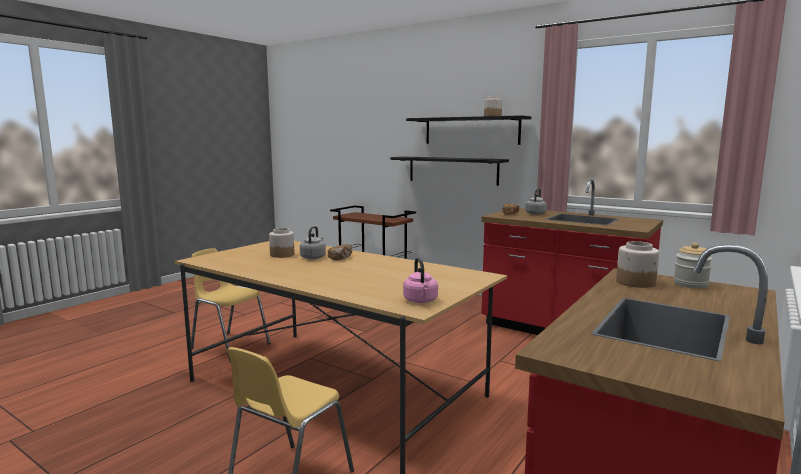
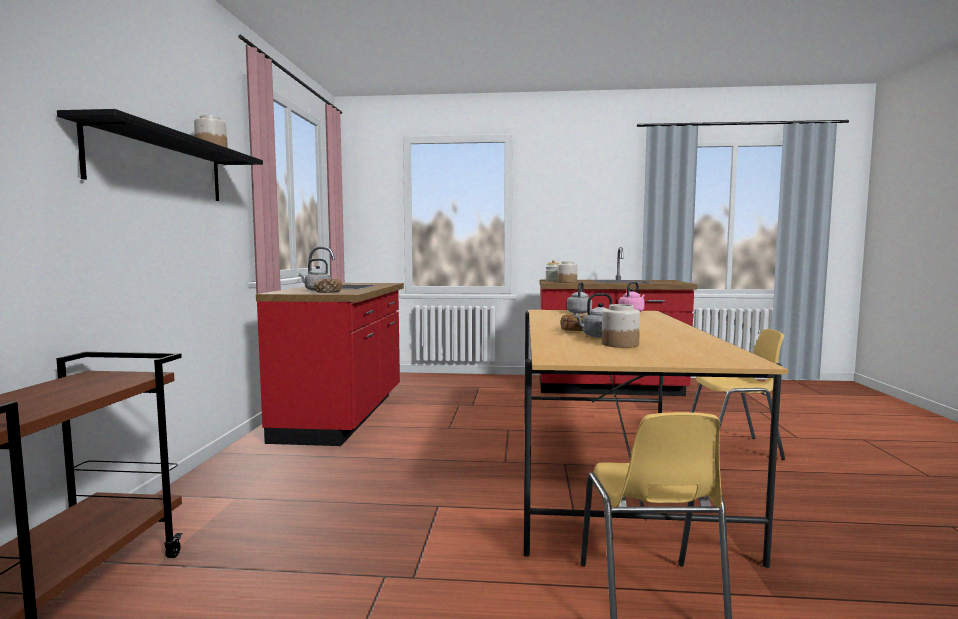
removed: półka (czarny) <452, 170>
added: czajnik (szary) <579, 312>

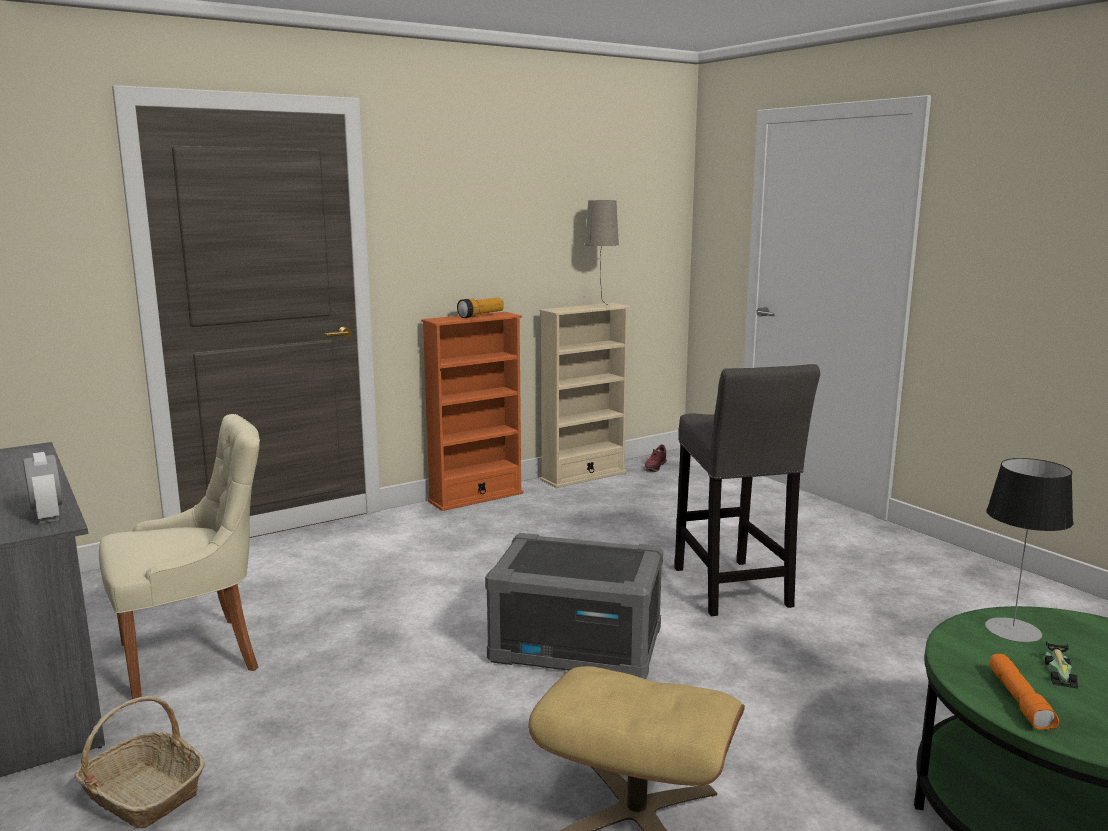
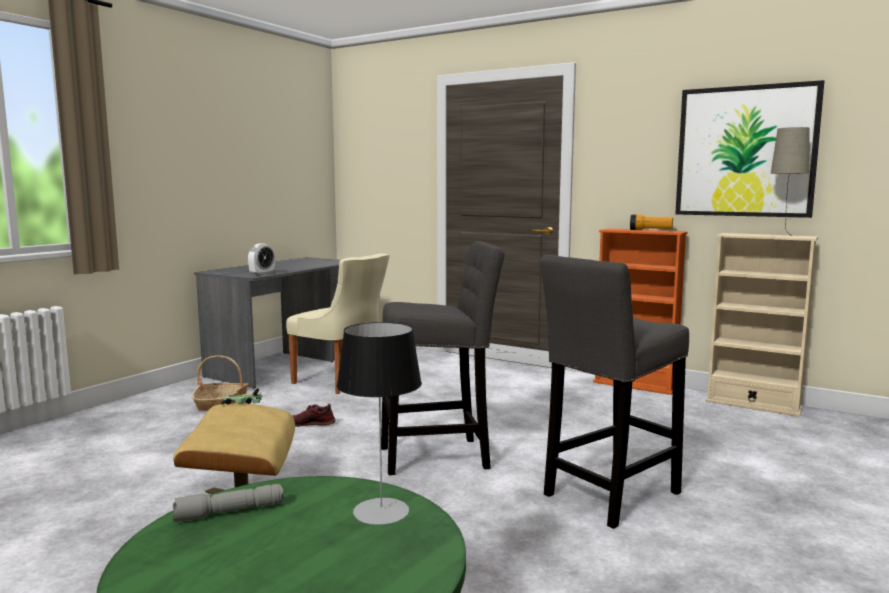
added: obraz <745, 151>
moved: samochodzik <1059, 671> to <242, 402>; but <654, 466> to <311, 423>
replaced: pojemnik do przechowywania (szary) <577, 645> to stołek (szary) <440, 457>
recoloured: latarka (pomarańczowy) <1020, 701> to latarka (szary) <228, 513>

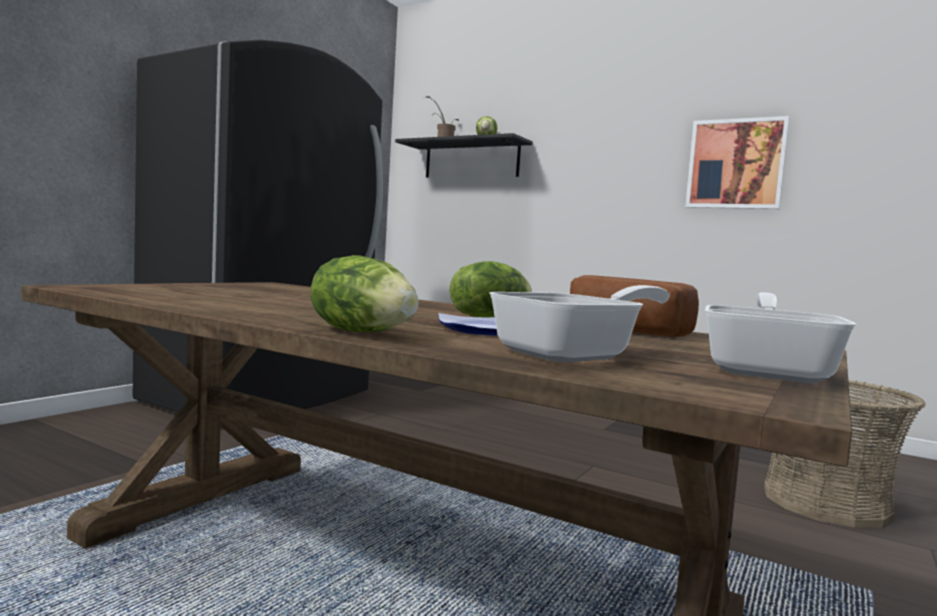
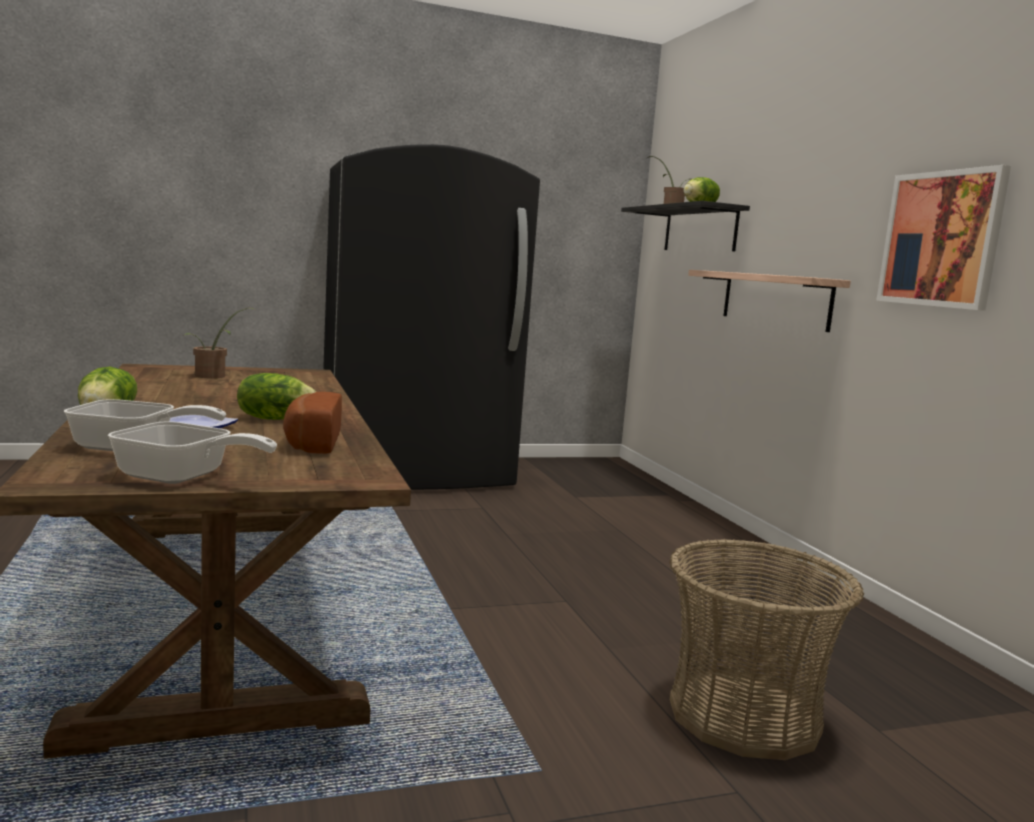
added: roślina doniczkowa <214, 376>; półka <775, 299>
turned: patelnia <768, 370> = <182, 477> 45 degrees clockwise

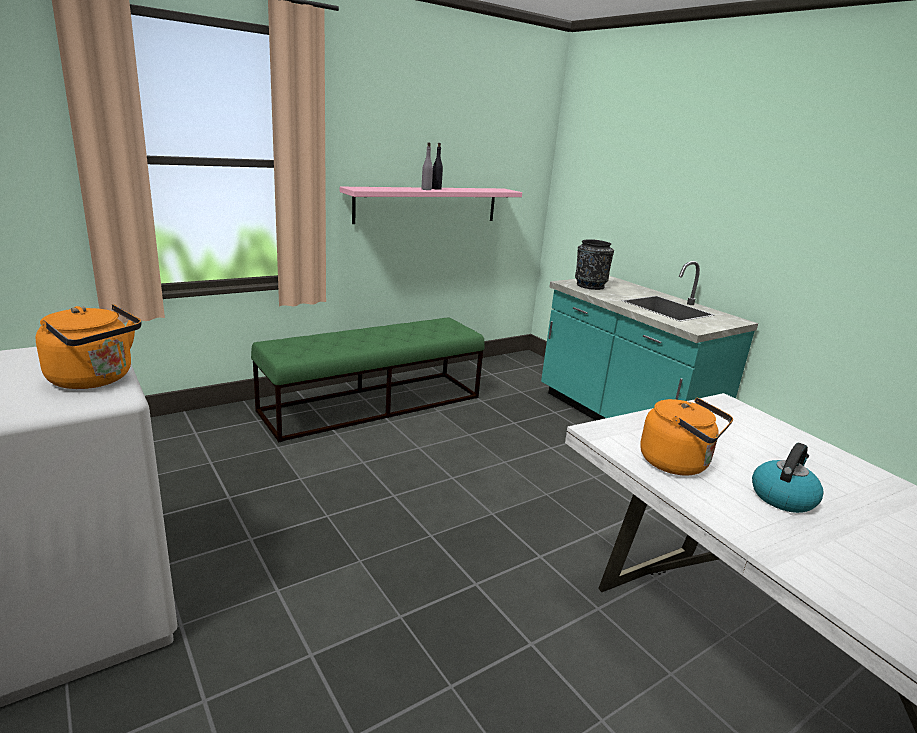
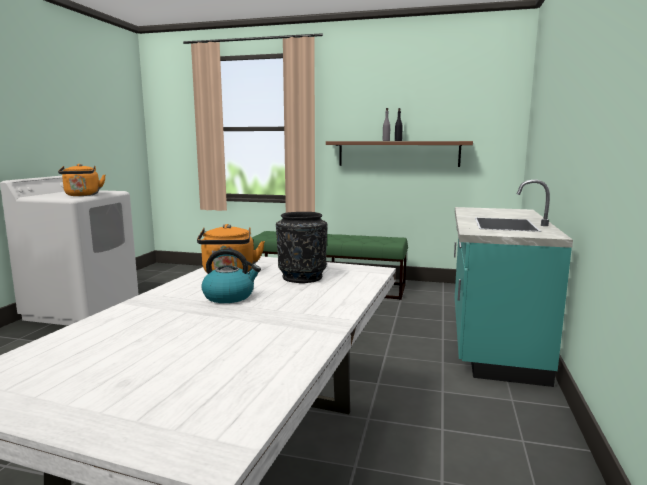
moved: wazon (czarny) <589, 286> to <302, 277>
recoloured: półka (różowy) <428, 205> to półka (brązowy) <398, 153>

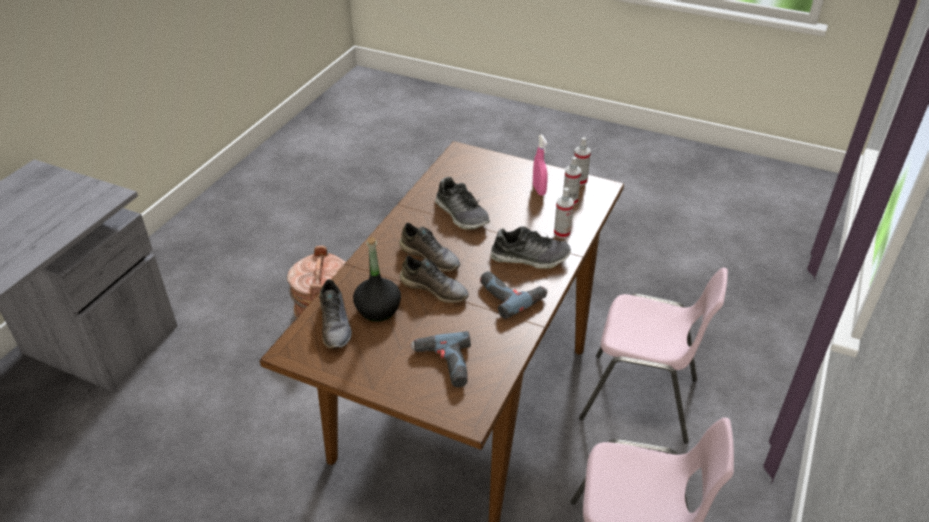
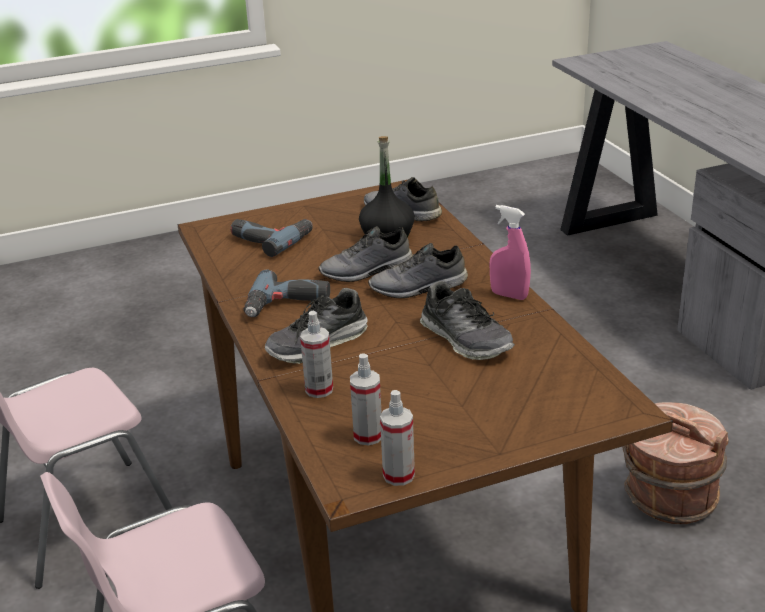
moved: spryskiwacz (różowy) <539, 190> to <509, 295>
turned: but <462, 214> = <465, 339> 135 degrees counterclockwise

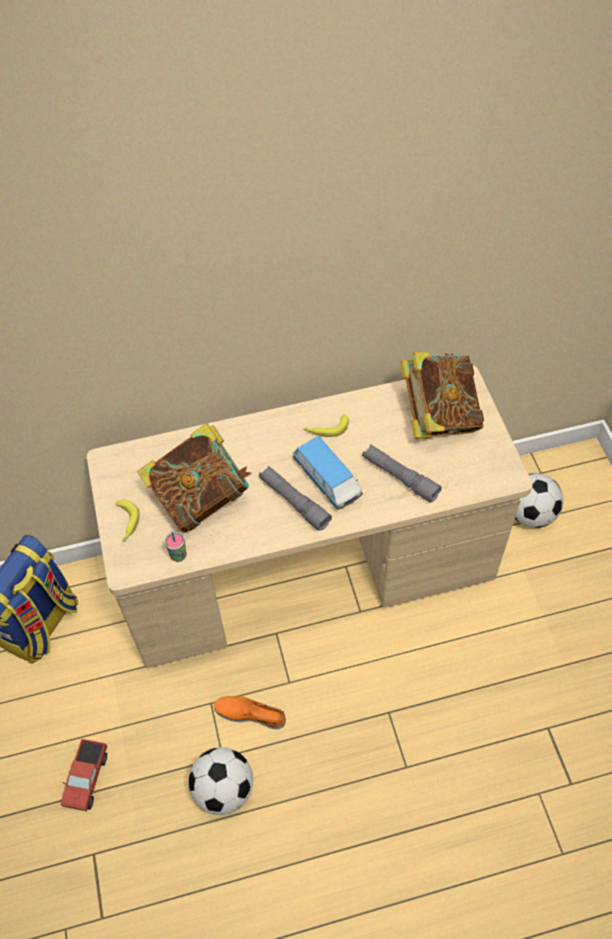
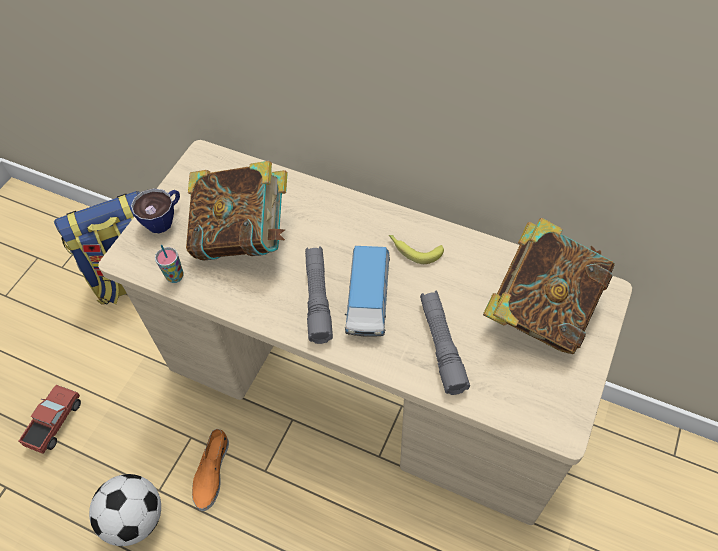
removed: piłka futbolowa <530, 514>
replaced: banan <126, 523> to filiżanka <164, 219>
turned: ciężarówka zabawkowa <87, 778> = <55, 423> 150 degrees clockwise; but (pomarańczowy) <250, 713> = <211, 472> 135 degrees counterclockwise

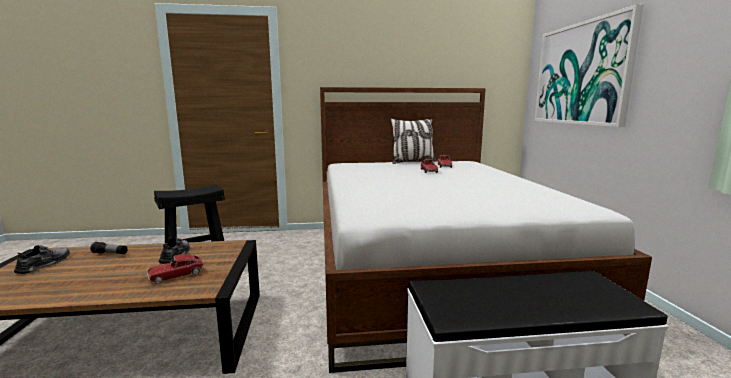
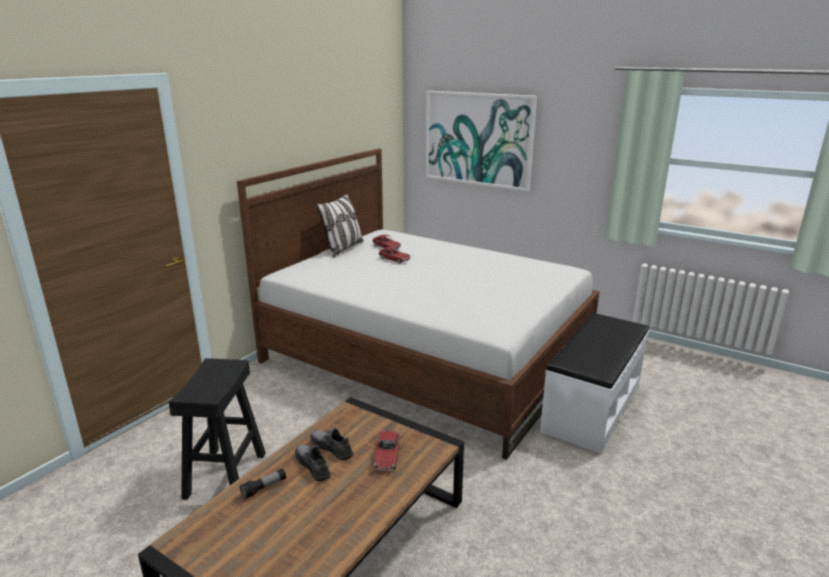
moved: but (szary) <45, 264> to <313, 465>

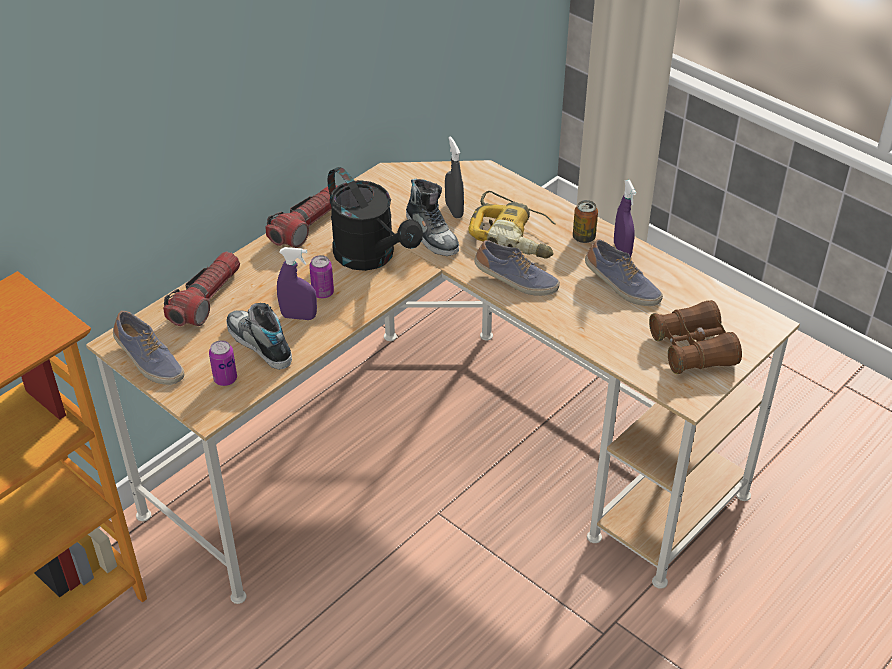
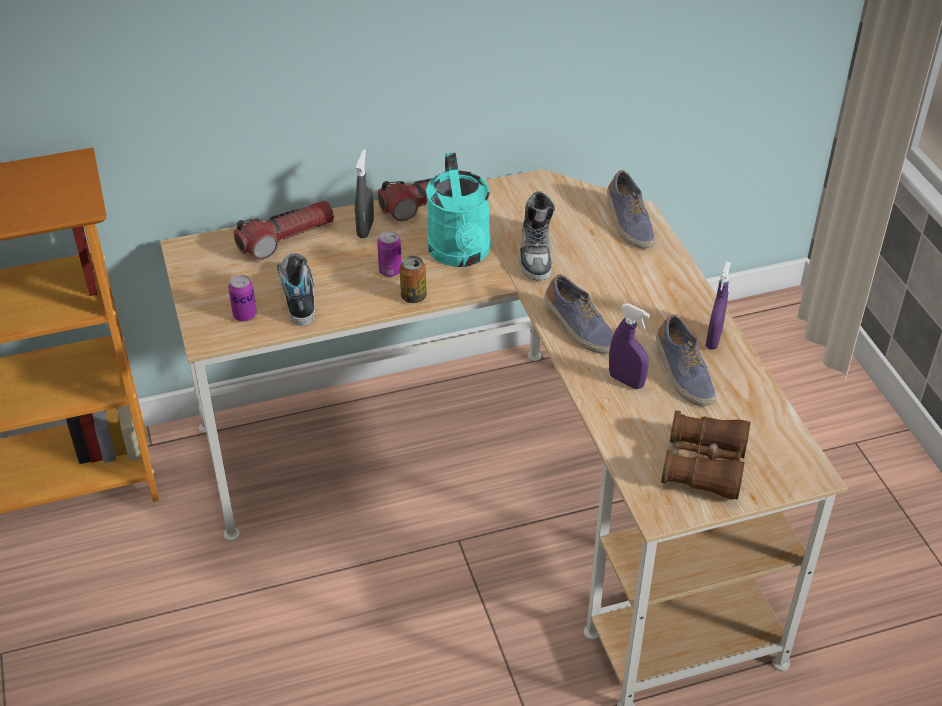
removed: wiertarka <515, 235>
moved: spryskiwacz (szary) <454, 210> to <365, 229>; puszka <583, 237> to <413, 297>; but <148, 361> to <628, 223>; spryskiwacz (fioletowy) <299, 316> to <626, 381>
recoloured: konewka (czarny) <371, 257> to konewka (turkusowy) <461, 254>

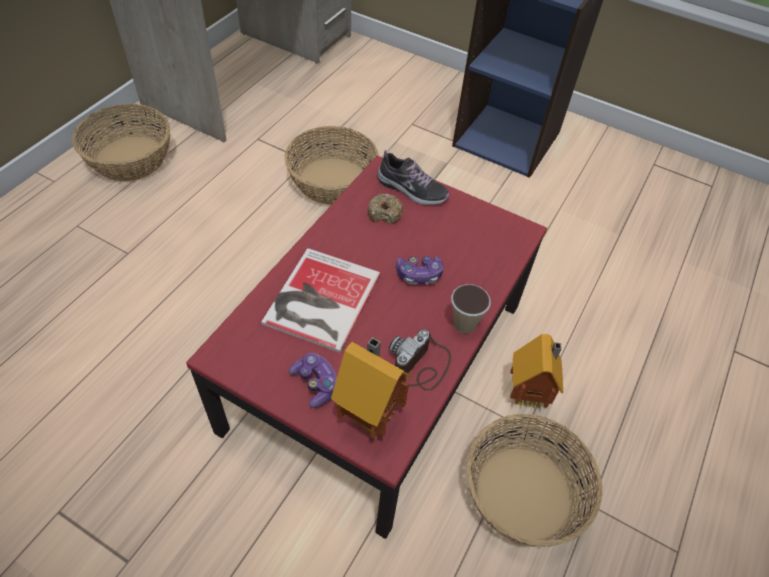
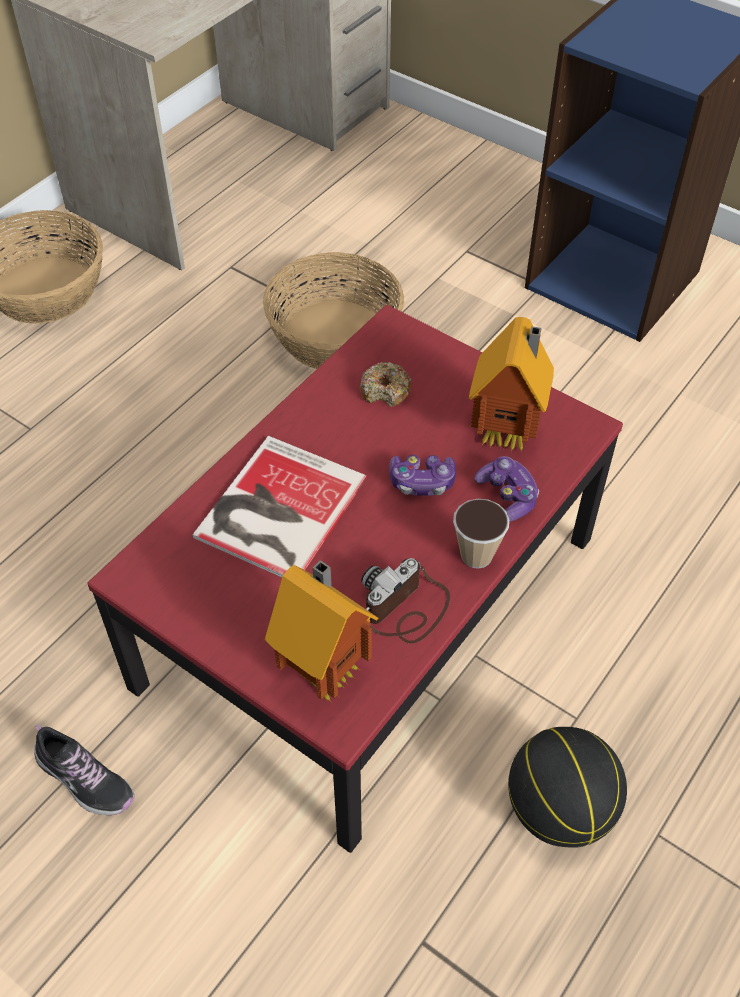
moved: but <412, 189> to <85, 779>; domek <528, 396> to <508, 435>; pad do gier <316, 384> to <507, 496>
replaced: koszyk <523, 493> to piłka do koszykówki <558, 809>

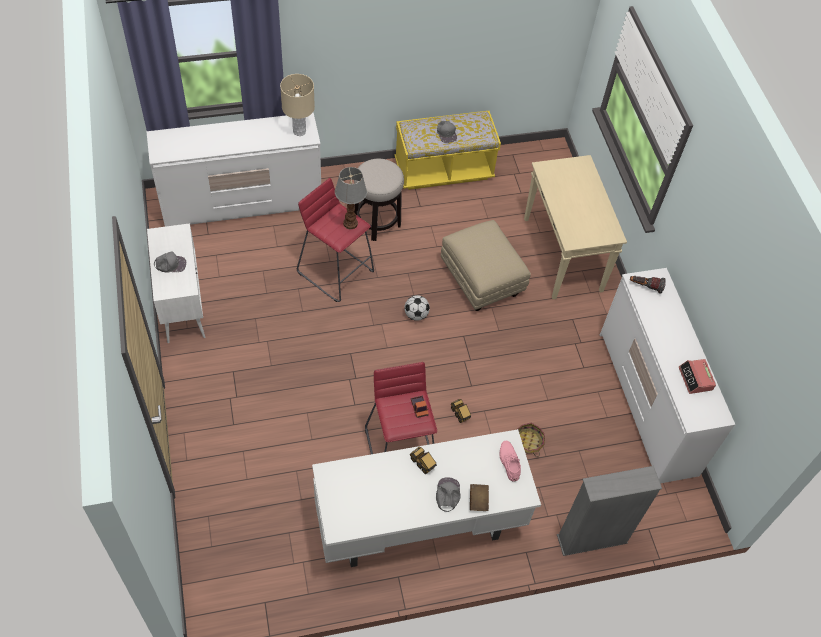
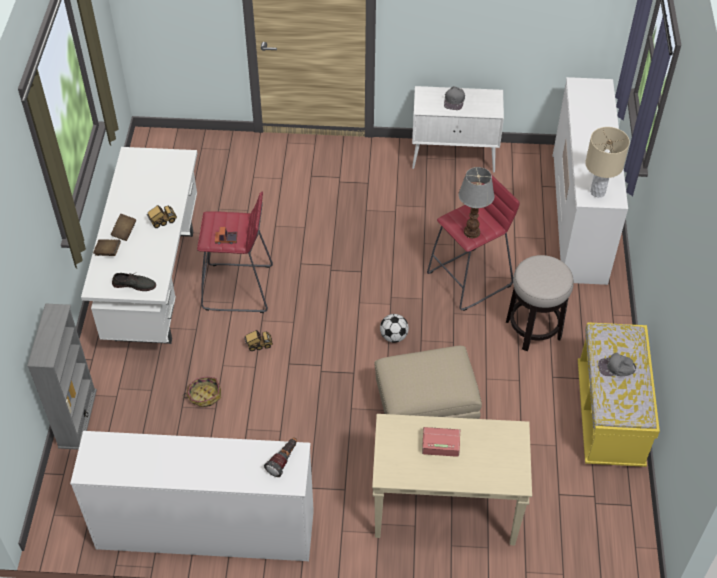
moved: budzik <695, 379> to <440, 442>
replaced: czapka z daszkiem (szary) <447, 494> to książka (brązowy) <124, 231>
recoloured: but (różowy) <509, 461> to but (szary) <134, 284>

